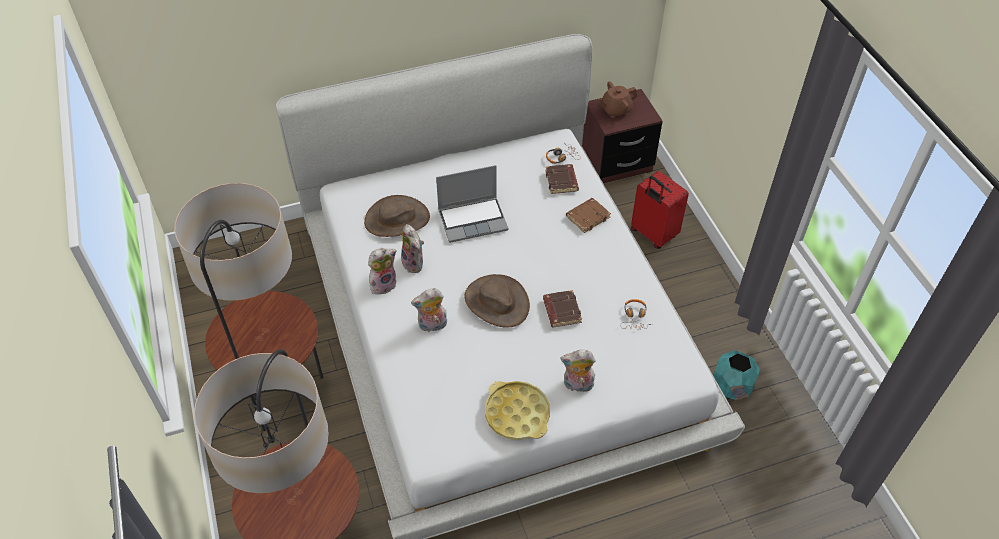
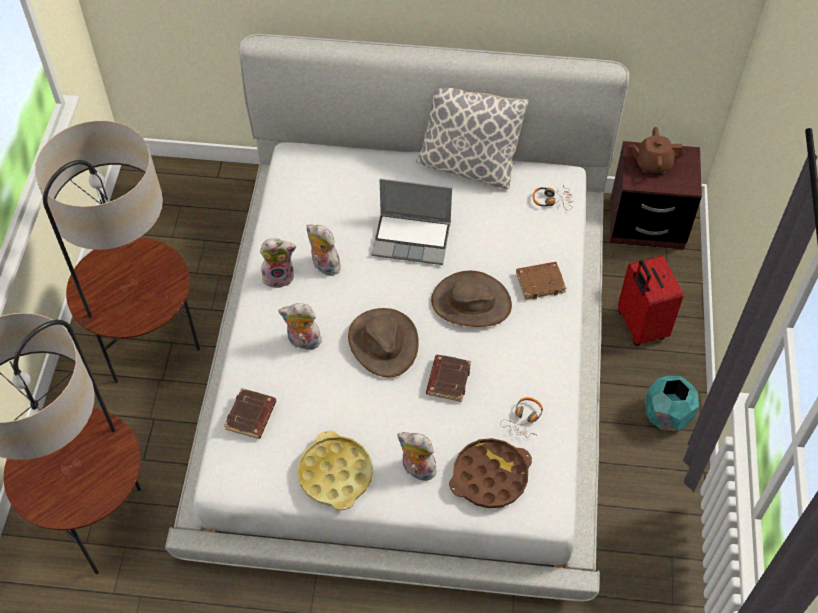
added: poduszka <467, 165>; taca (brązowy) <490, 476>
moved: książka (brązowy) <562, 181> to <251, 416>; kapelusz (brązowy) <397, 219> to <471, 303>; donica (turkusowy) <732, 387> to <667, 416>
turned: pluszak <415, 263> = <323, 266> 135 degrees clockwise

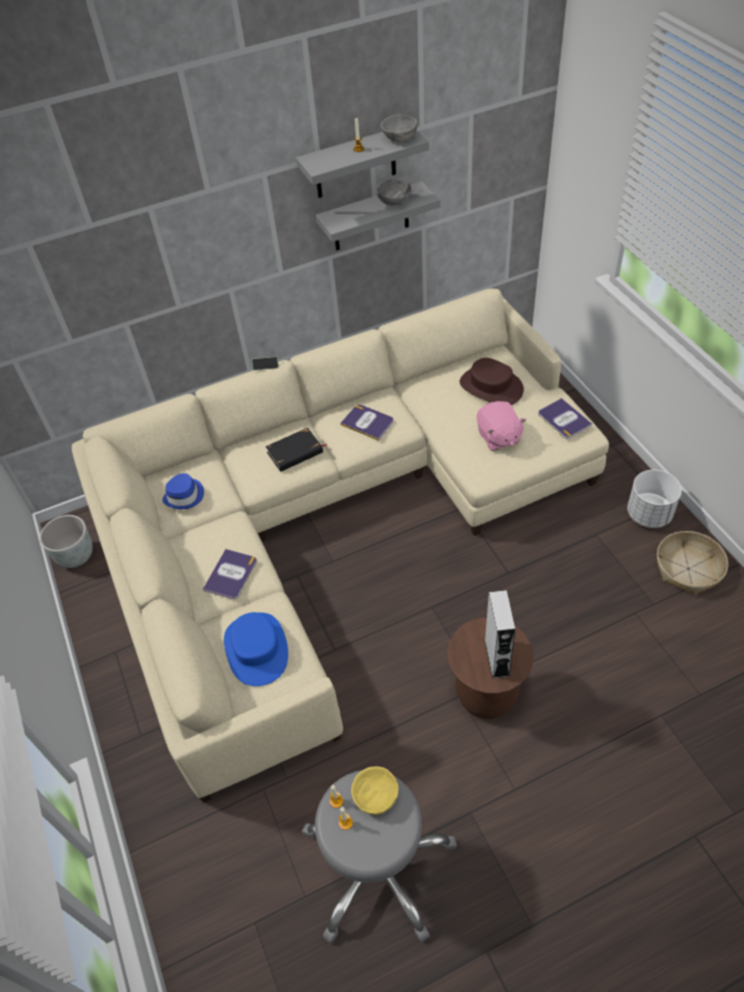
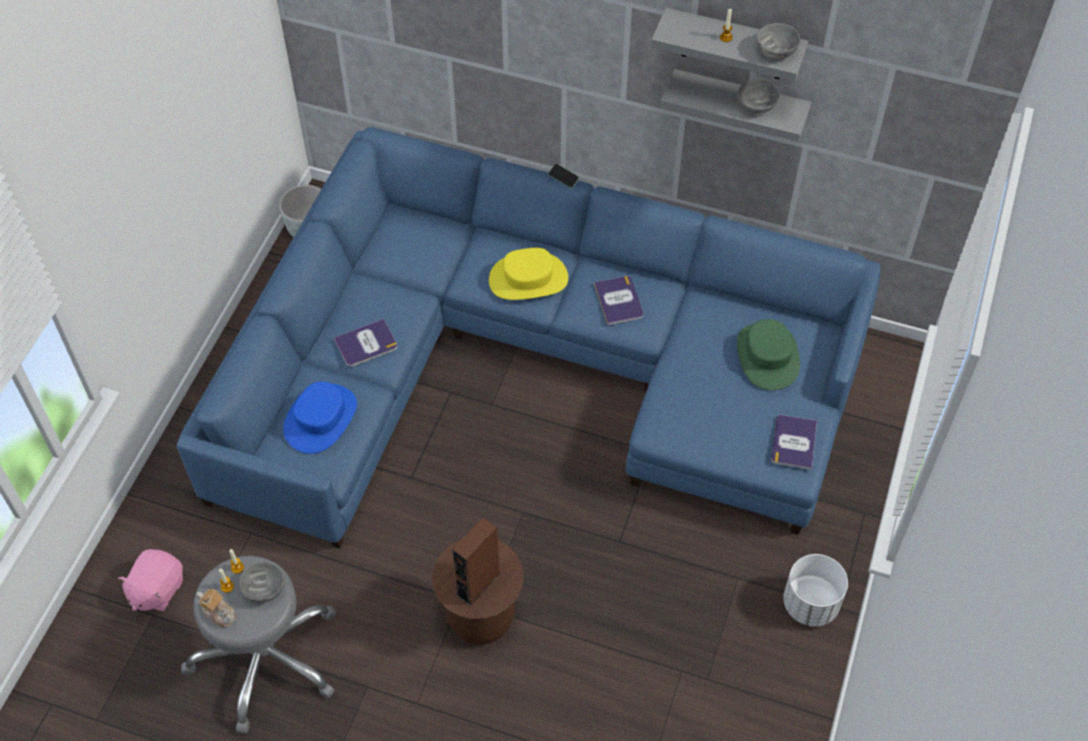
removed: kapelusz (niebieski) <185, 496>; koszyk <688, 569>
added: imbryk <219, 613>
moved: pluszak (różowy) <498, 437> to <156, 589>
replaced: książka (czarny) <295, 452> to kapelusz (żółty) <528, 279>
recoloured: kanapa (beżowy) <331, 518> to kanapa (niebieski) <532, 366>; miska (żółty) <376, 796> to miska (szary) <264, 589>; głośnik (szary) <496, 658> to głośnik (brązowy) <478, 584>; kapelusz (brązowy) <490, 387> to kapelusz (zielony) <767, 356>

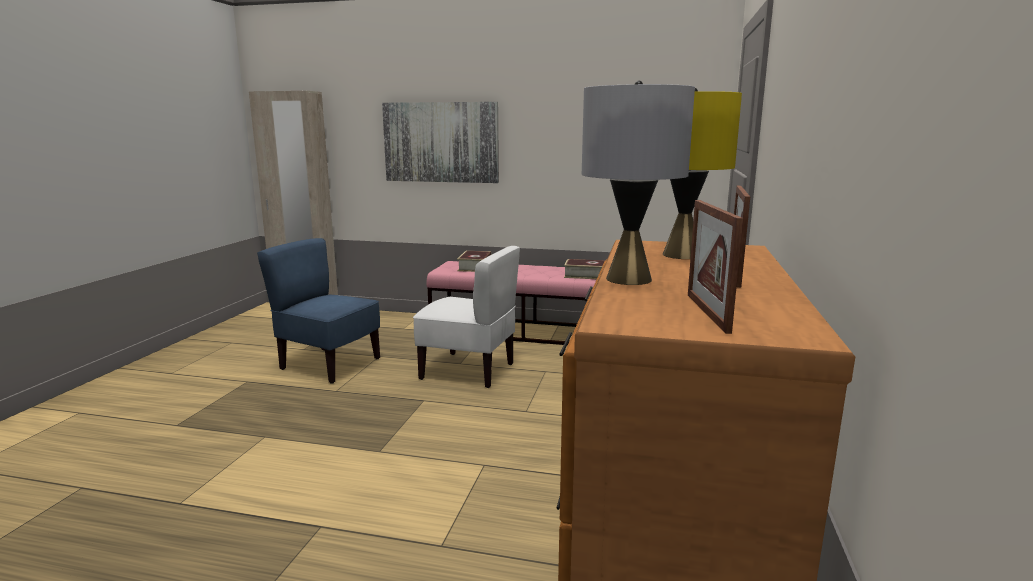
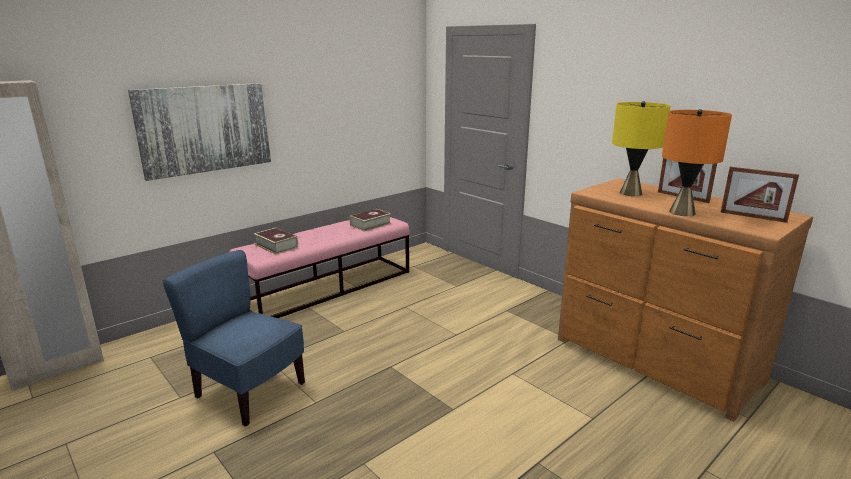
removed: krzesło (biały) <468, 371>
recoloured: lampa stołowa (szary) <628, 279> to lampa stołowa (pomarańczowy) <682, 212>
turned: krzesło (niebieski) <329, 365> = <249, 391> 60 degrees clockwise

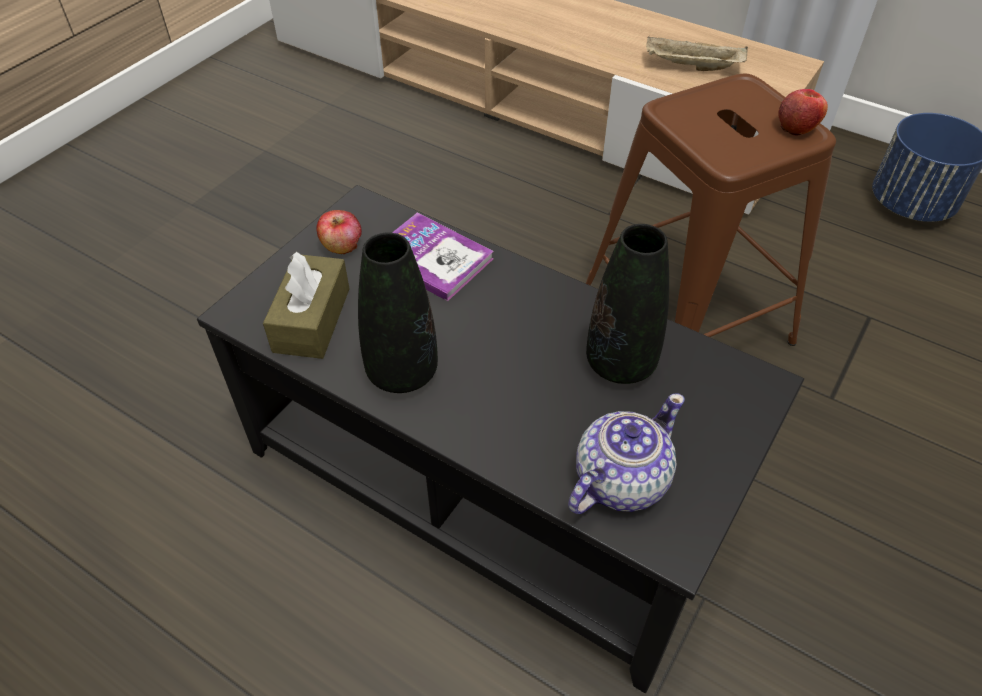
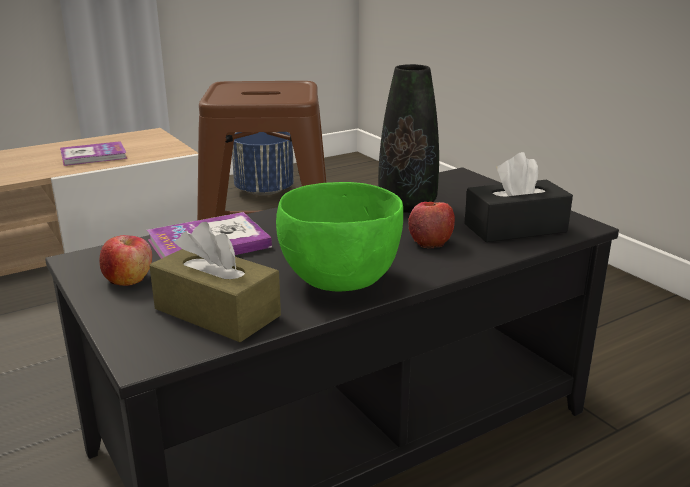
moved: jabłko <797, 127> to <430, 241>
replaced: taca (beżowy) <691, 67> to książka <93, 156>; wazon (czarny) <402, 373> to miska (zielony) <339, 281>; imbryk <619, 480> to pudełko chusteczek (czarny) <515, 228>

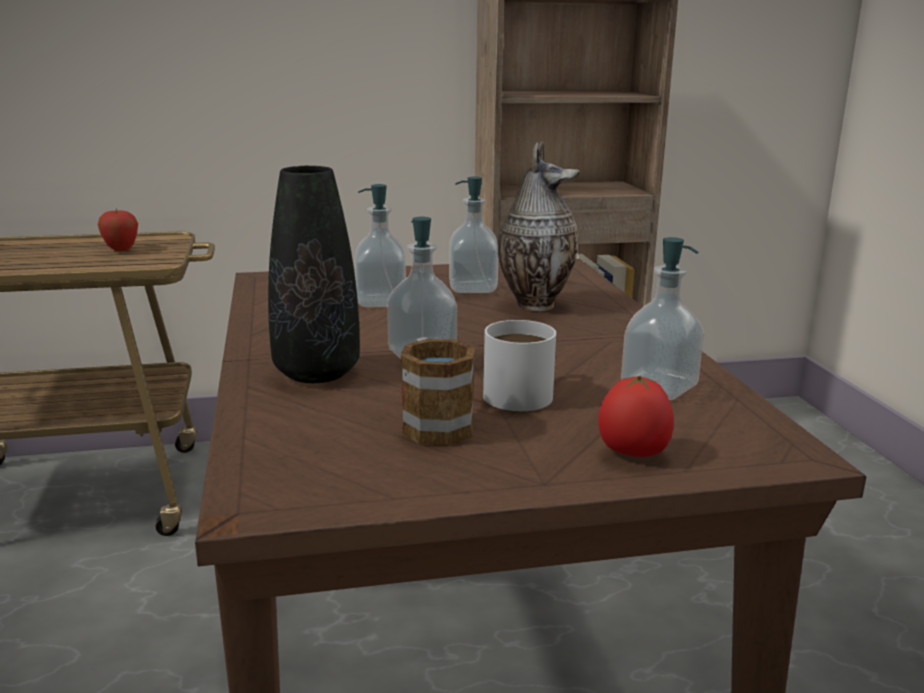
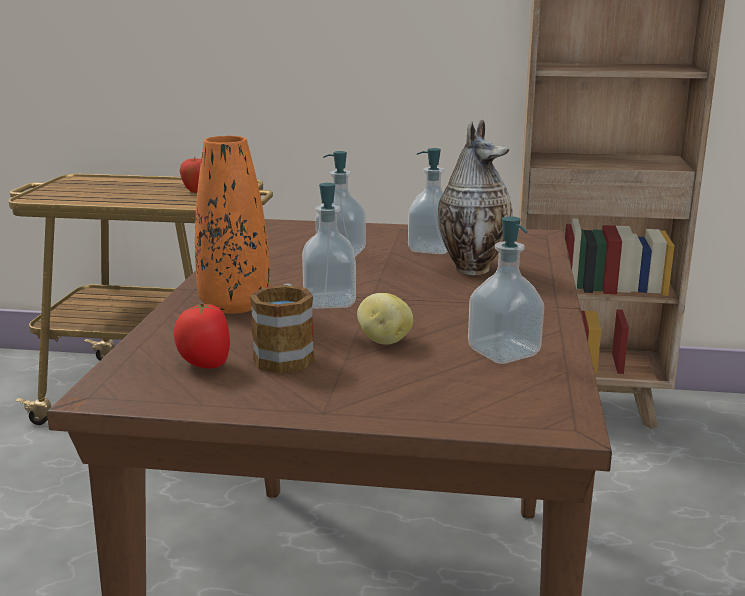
moved: pomidor <632, 454> to <204, 365>
replaced: kubek (biały) <525, 391> to ziemniak <383, 340>
recoloured: wazon (czarny) <316, 372> to wazon (pomarańczowy) <235, 305>

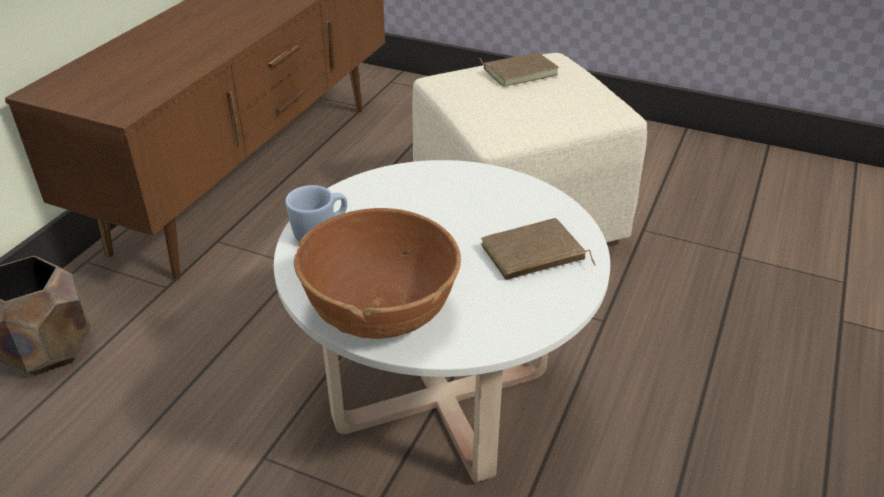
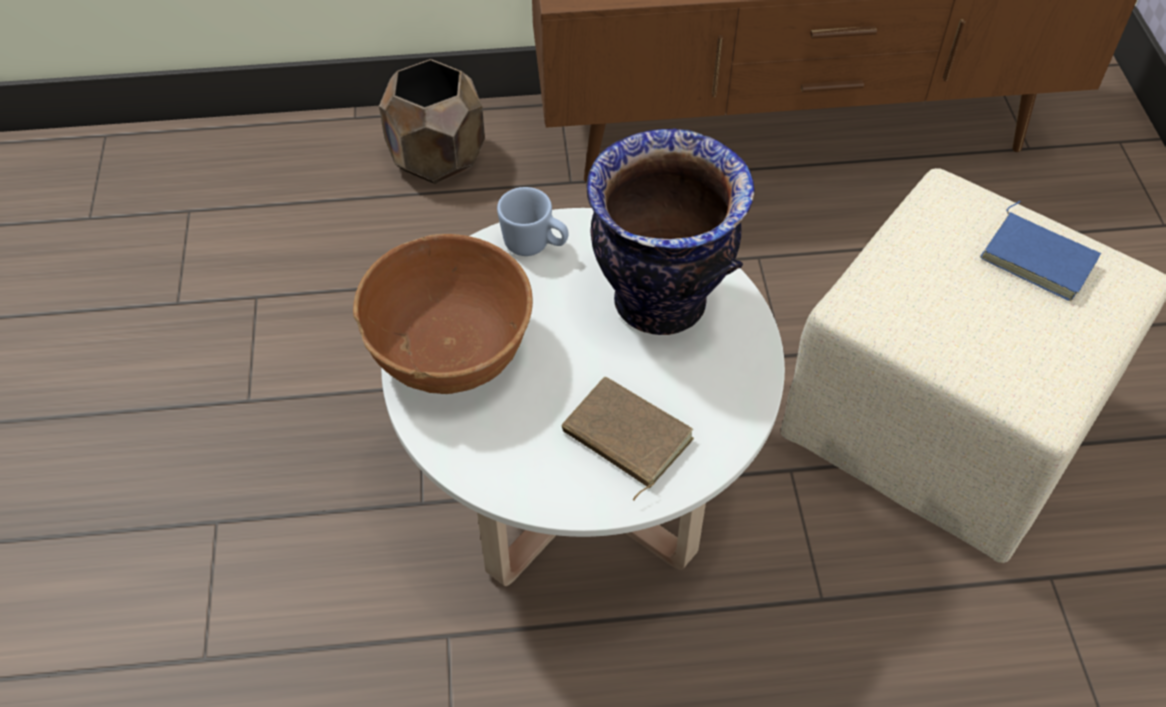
added: wazon <658, 303>
recoloured: książka (brązowy) <519, 72> to książka (niebieski) <1040, 258>

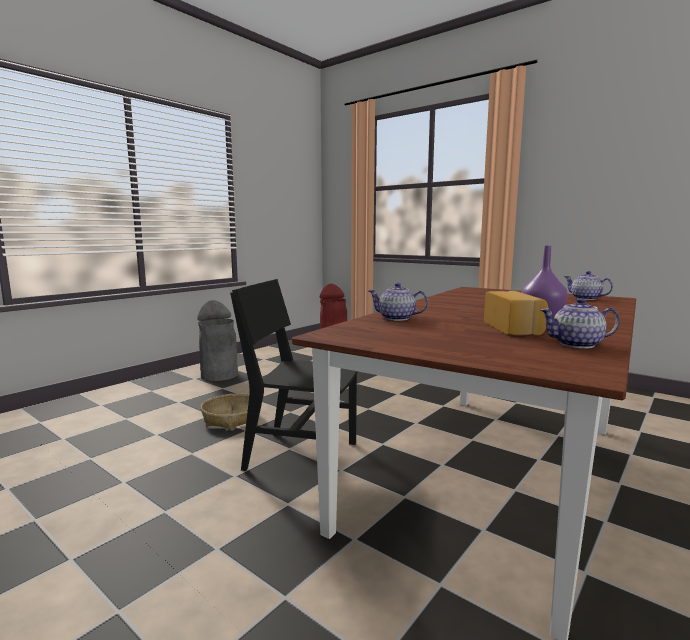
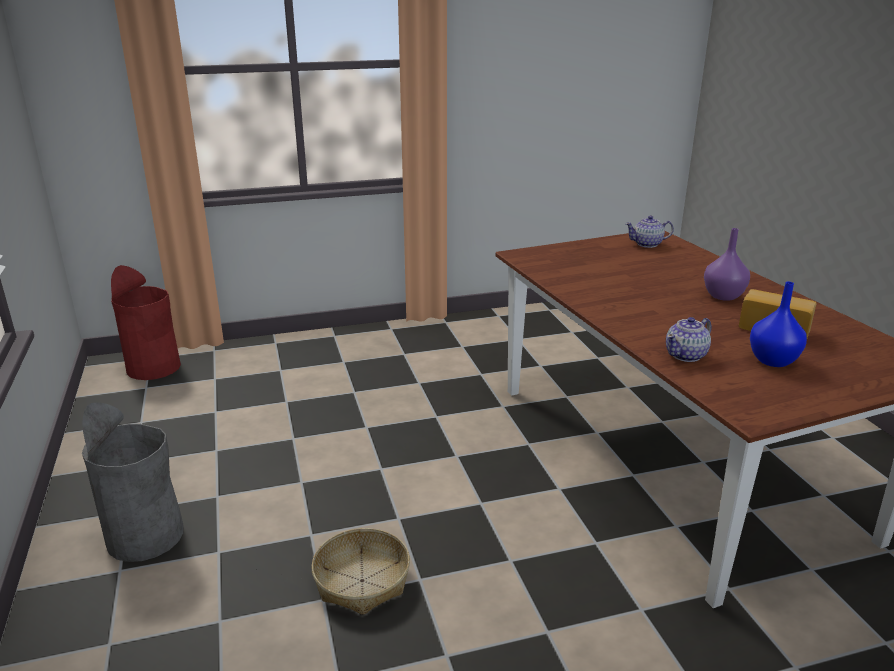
removed: krzesło (czarny) <301, 455>; imbryk <577, 344>
added: wazon (niebieski) <774, 361>

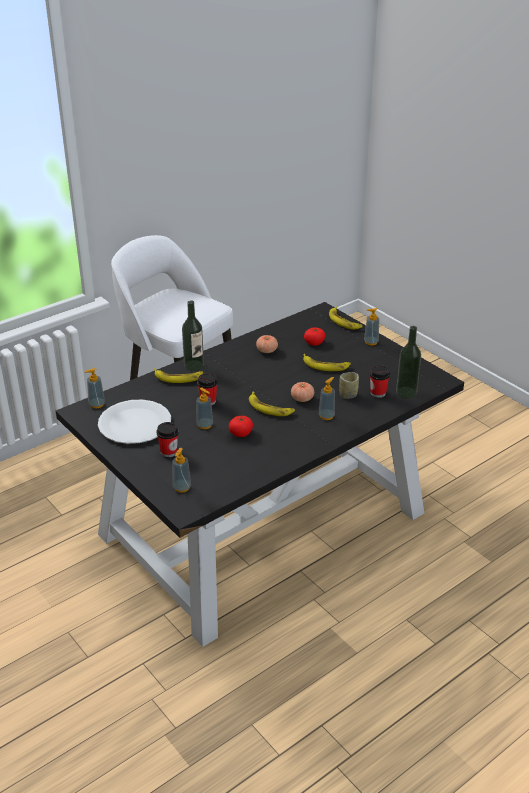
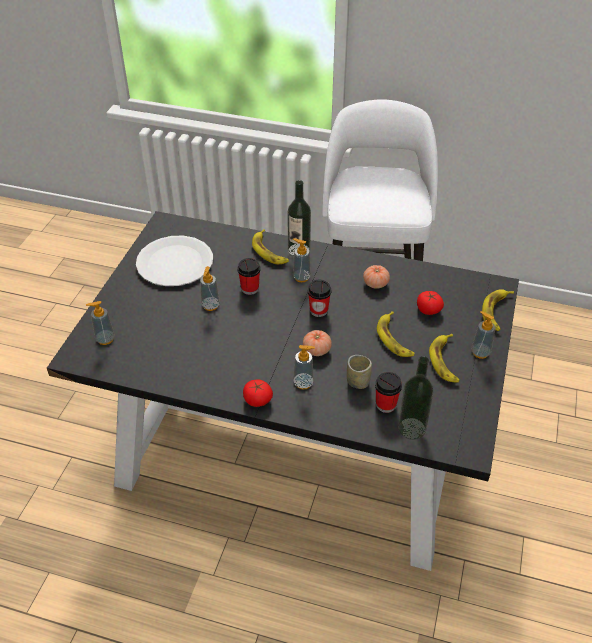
moved: pomidor <241, 433> to <257, 400>; dozownik mydła <97, 404> to <301, 277>; filiżanka <169, 452> to <318, 310>; banan <270, 408> to <445, 361>

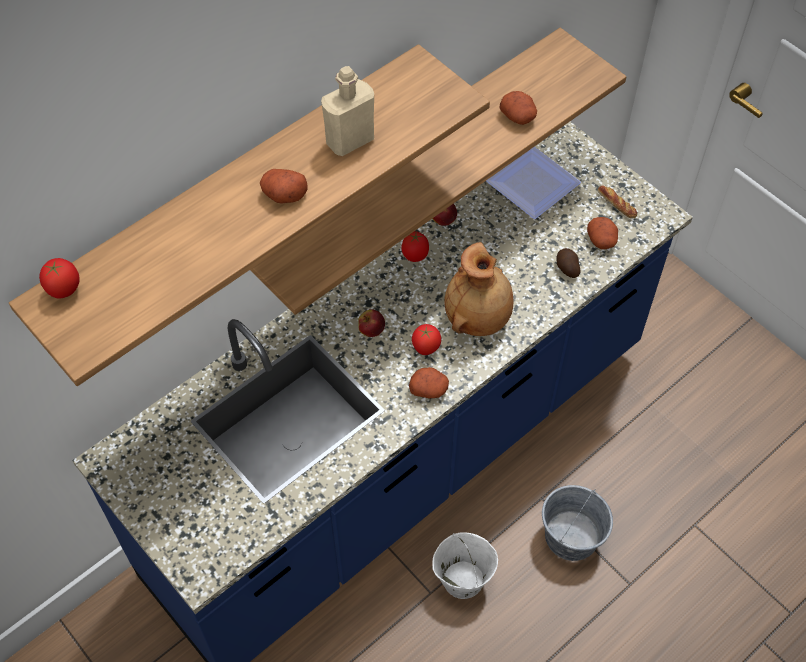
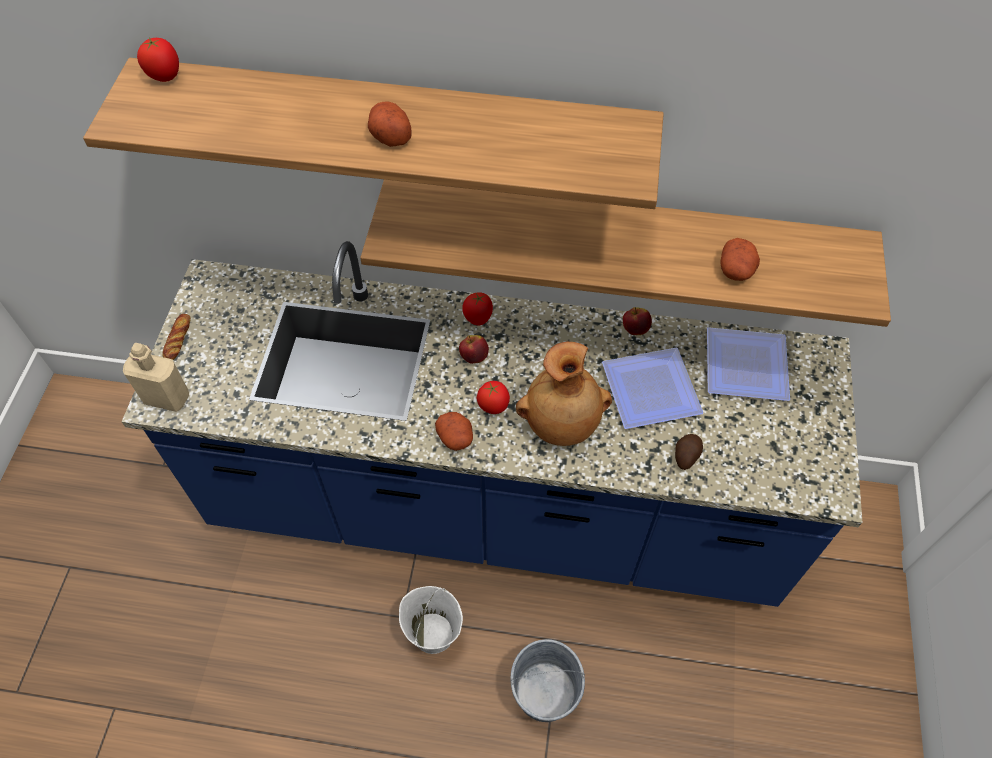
removed: ziemniak <602, 240>
added: talerz <654, 392>
moved: butelka (beżowy) <350, 141> to <167, 398>; chleb <616, 204> to <178, 339>; pomidor <415, 256> to <478, 319>

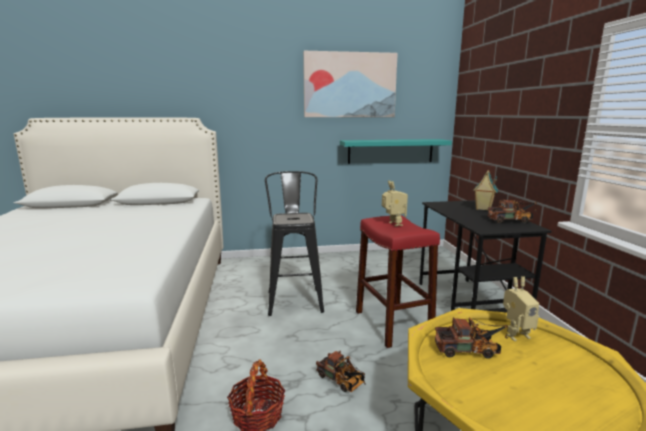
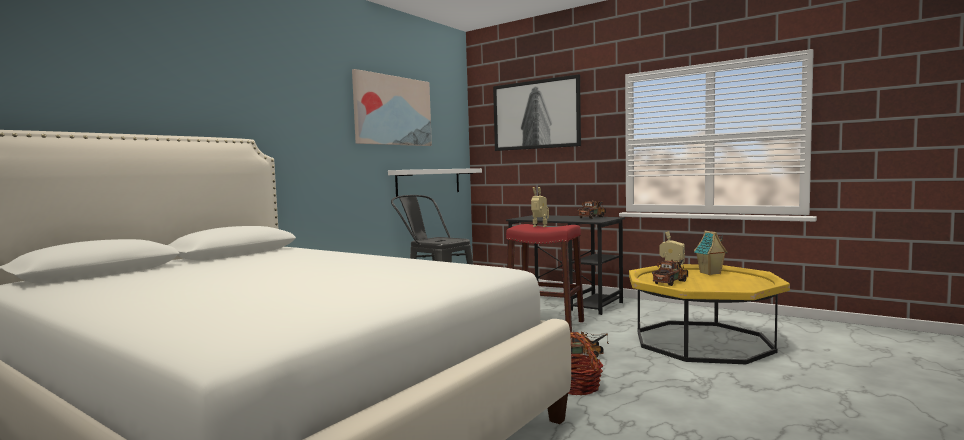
added: obraz <535, 114>
moved: domek <483, 209> to <710, 273>
recoloured: półka (turkusowy) <390, 151> to półka (biały) <428, 181>

